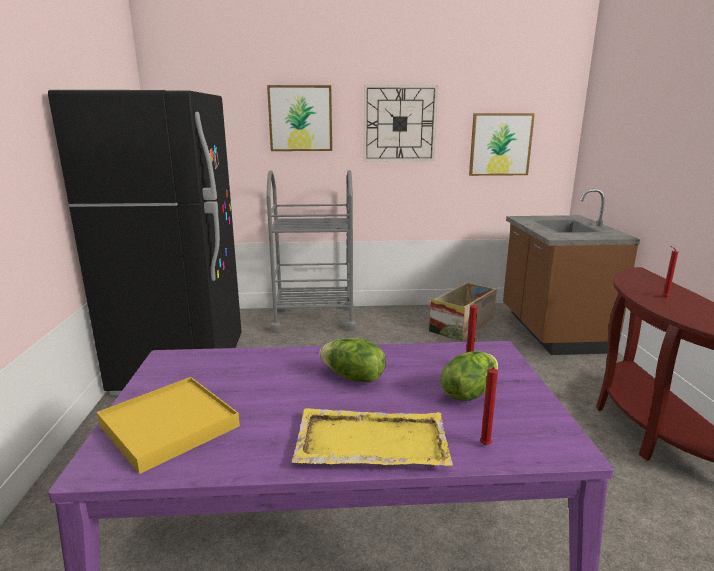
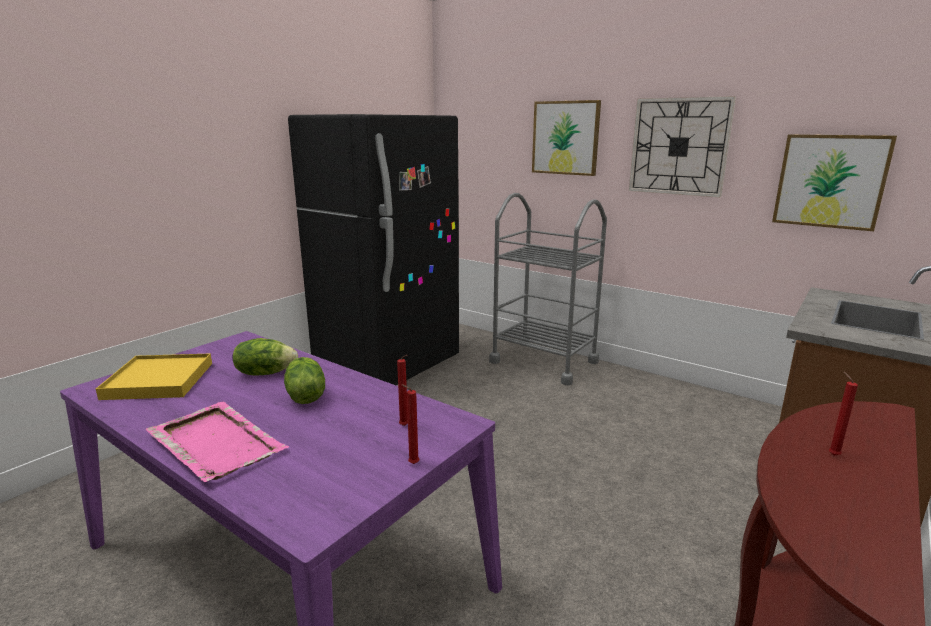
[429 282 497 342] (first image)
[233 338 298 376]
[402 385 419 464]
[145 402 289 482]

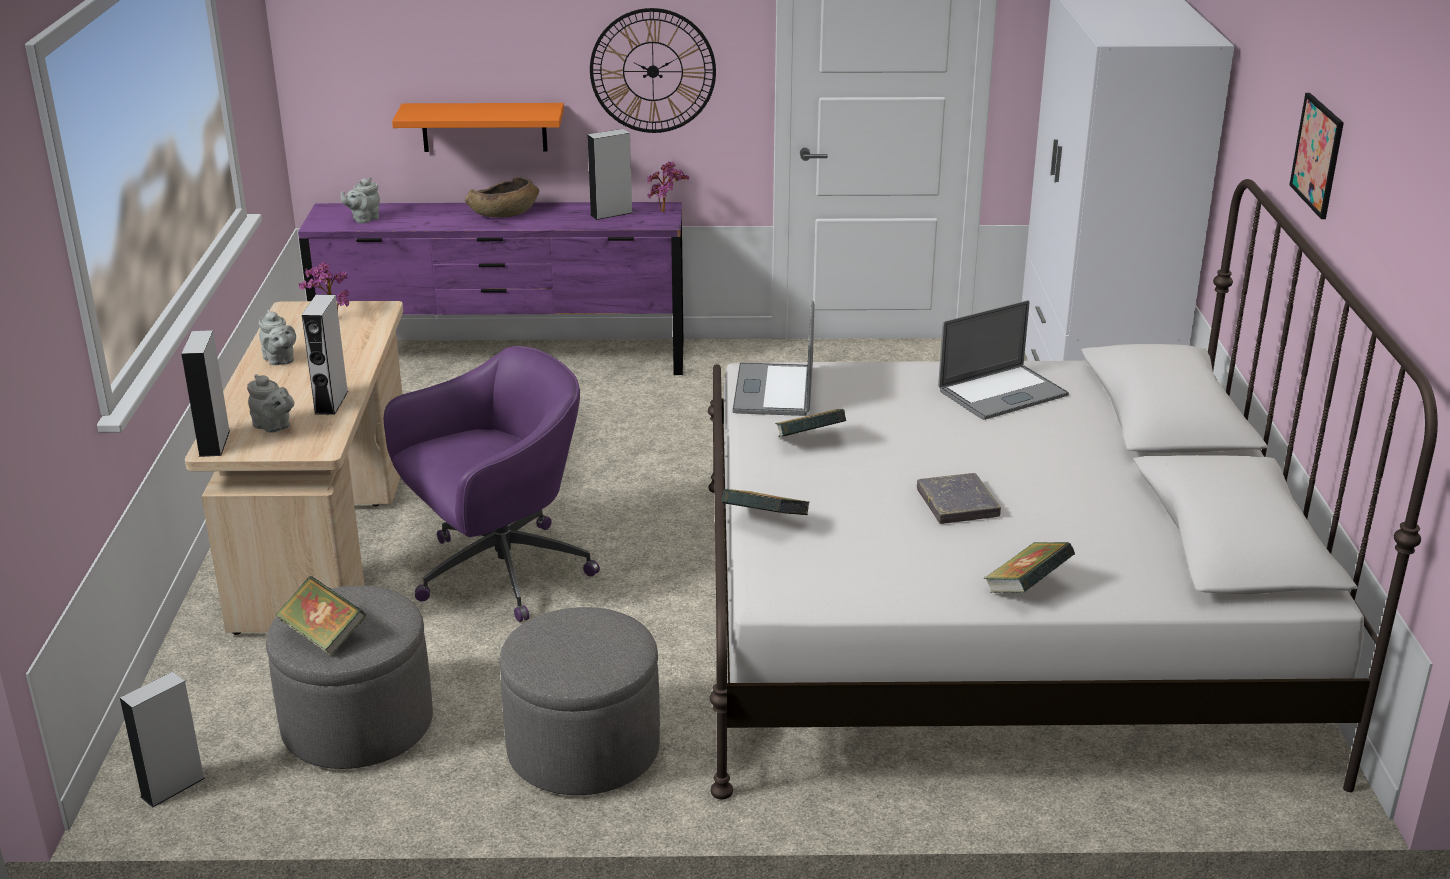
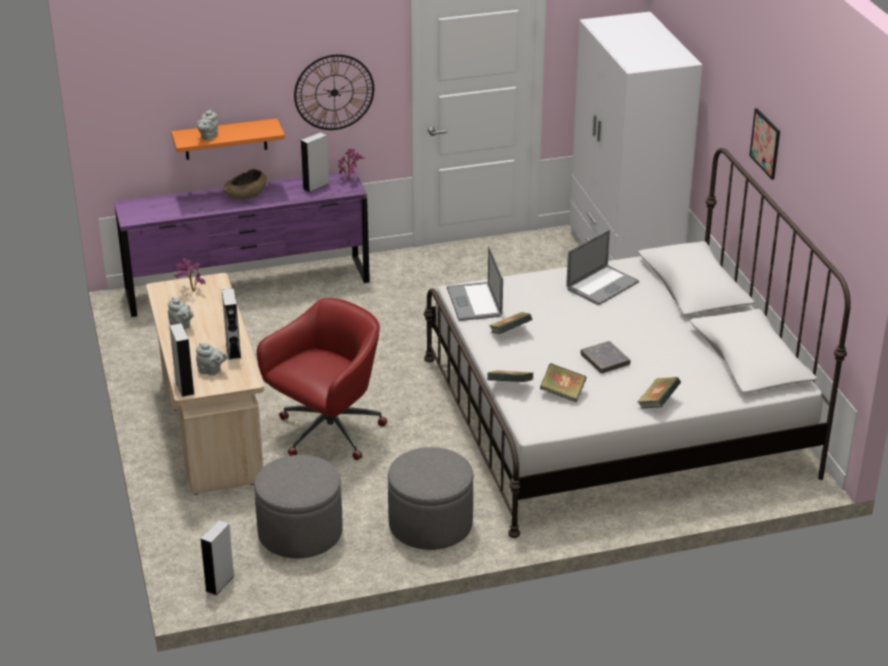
[197 109 218 141]
[257 298 387 460]
[540 363 587 403]

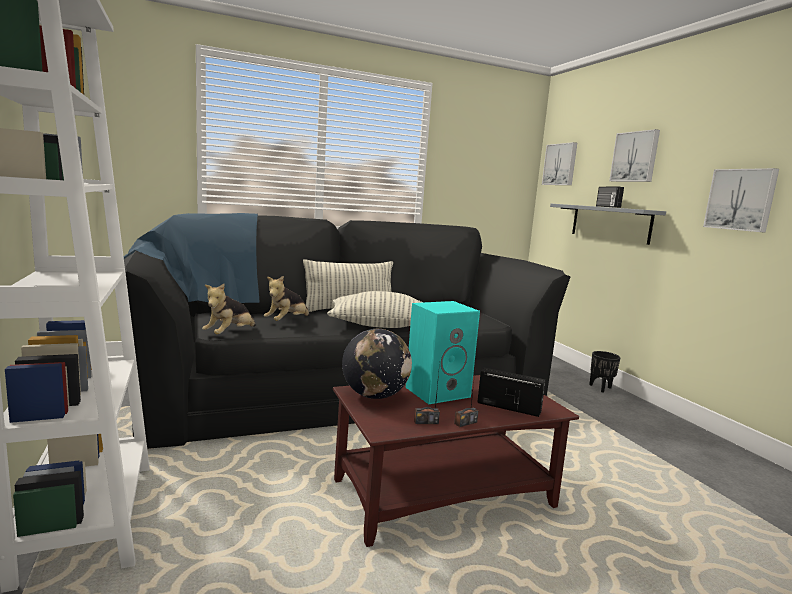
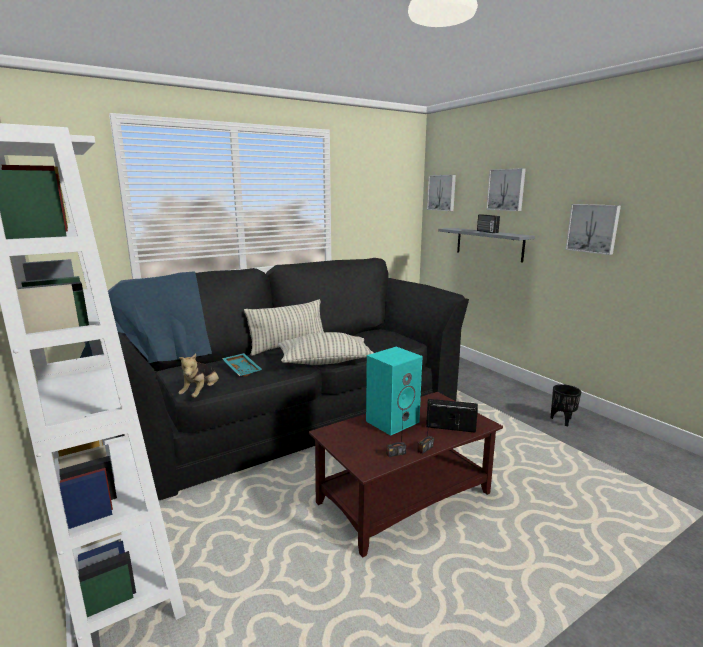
[222 353 262 377]
[342 329 412 399] (first image)
[551 384 581 426]

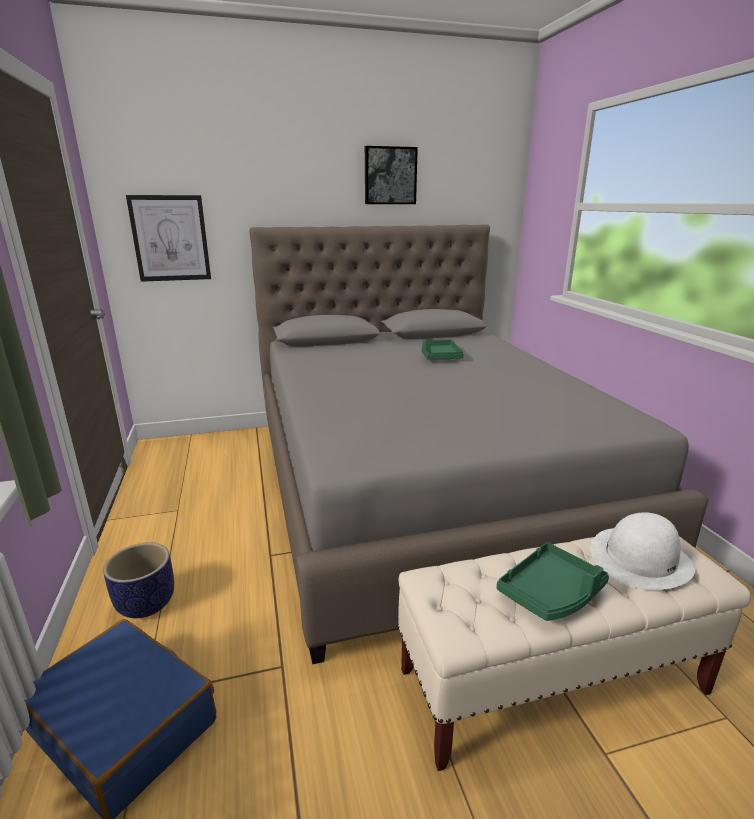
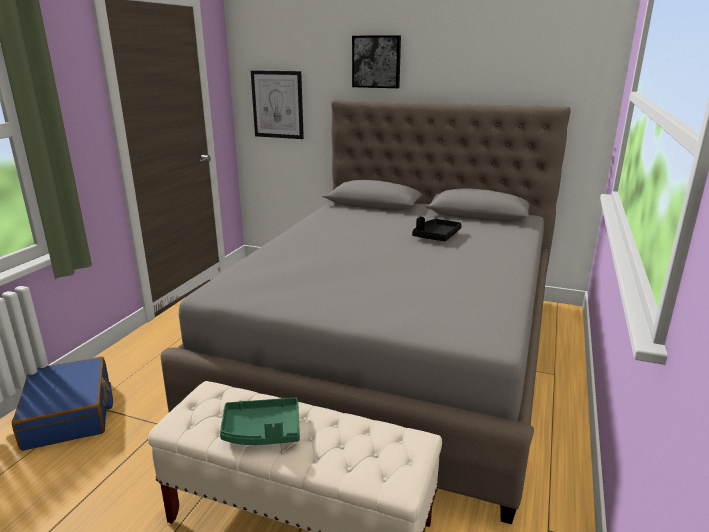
[352 35 401 88]
[412 216 462 241]
[591 512 695 590] (first image)
[103 543 174 618] (first image)

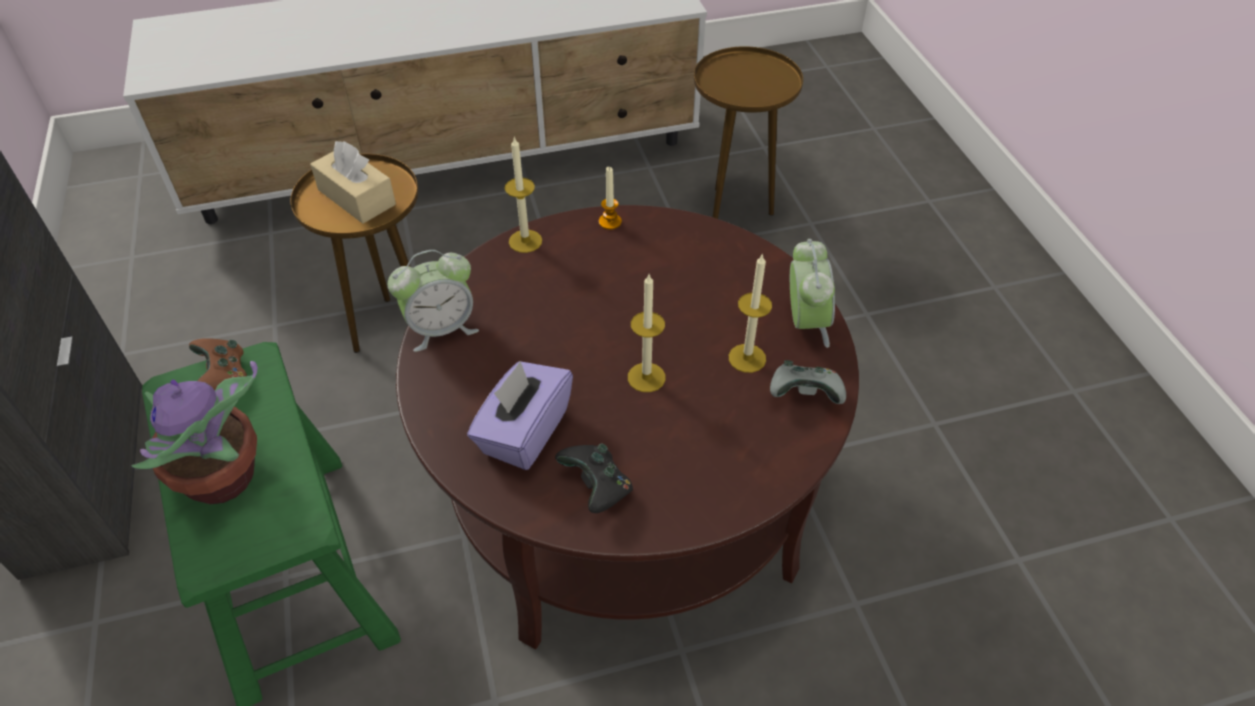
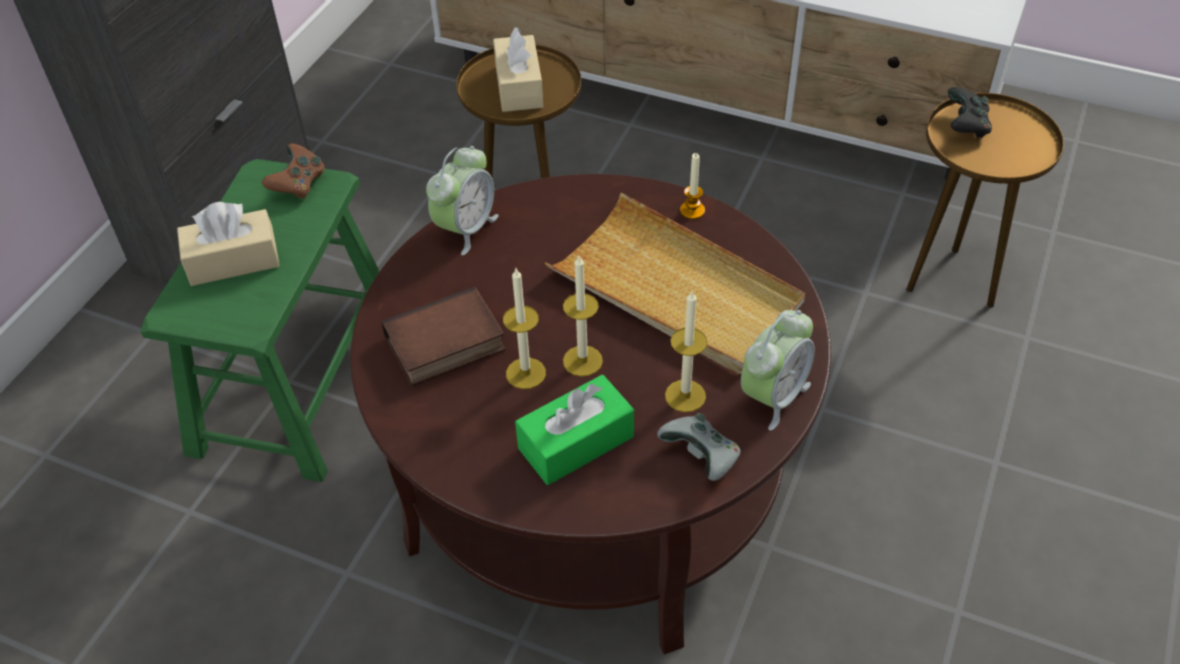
[503 269 546 389]
[426 146 499 255]
[177 202 280 286]
[382 287 506 387]
[948 87 992 138]
[545 193 805 374]
[515 375 634 485]

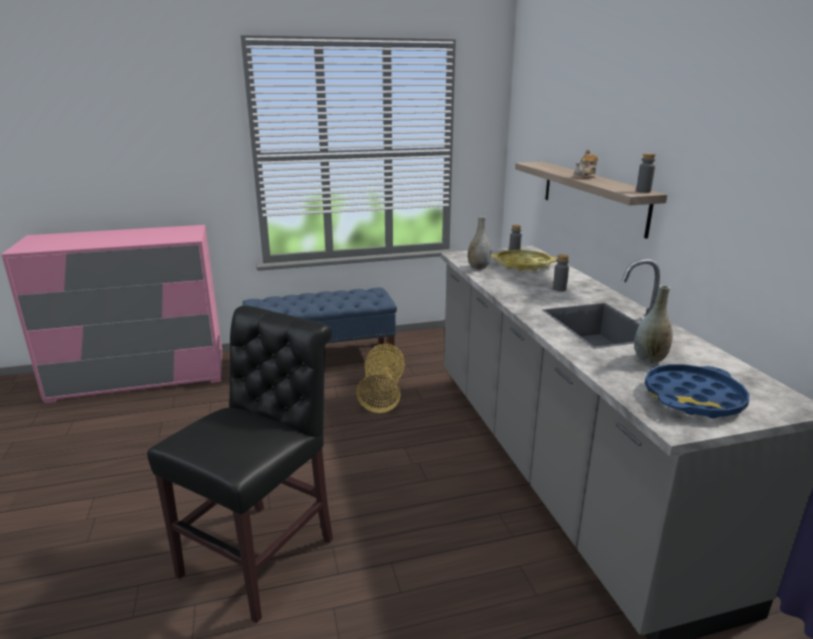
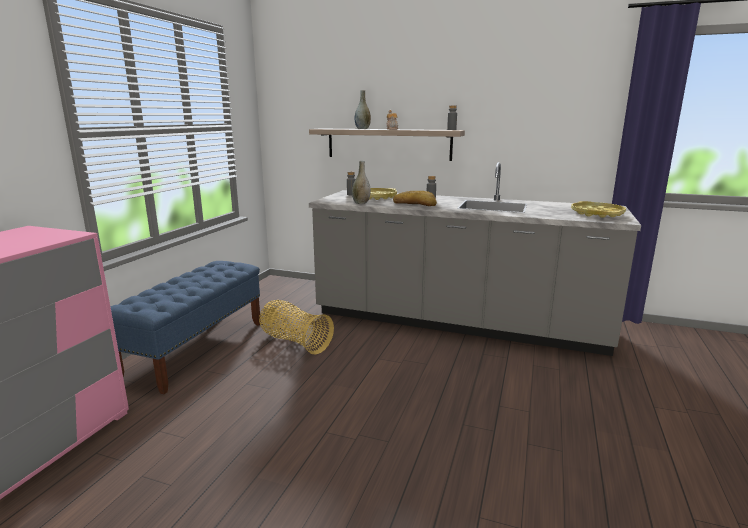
[355 90 371 129]
[147 305 333 623] (first image)
[571 201 626 218]
[393 191 437 206]

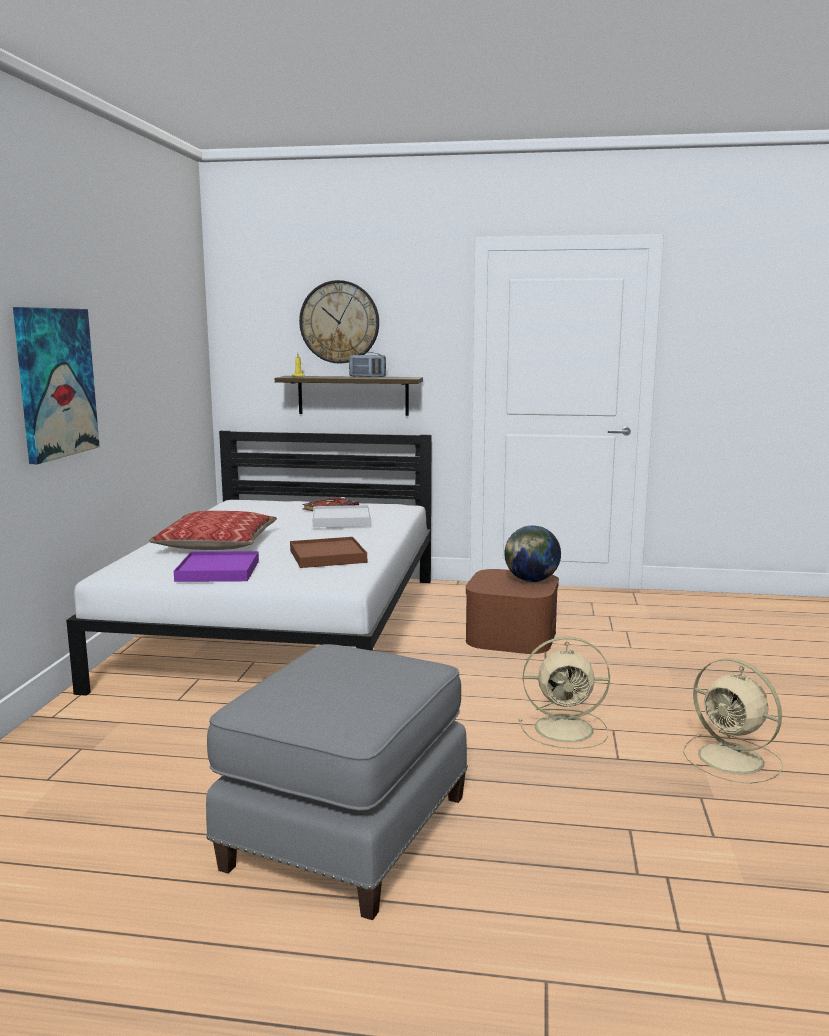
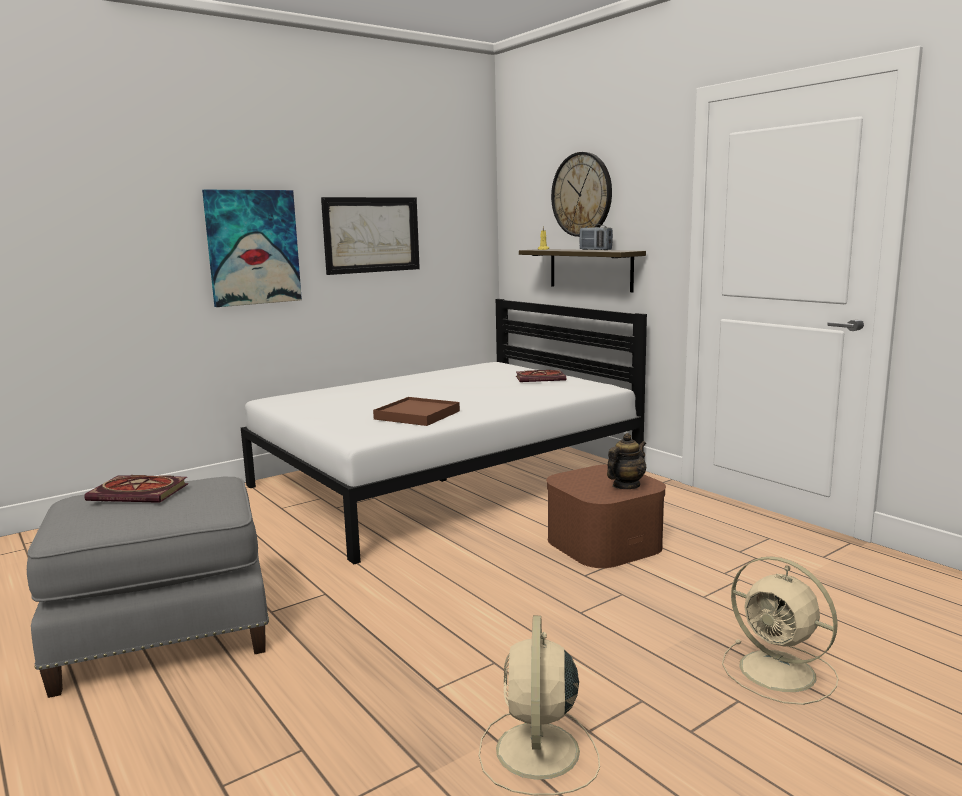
[313 505 371 527] (first image)
[149 511 277 550] (first image)
[607 433 646 489]
[174 551 259 582] (first image)
[722 556 839 705]
[321 197 420 275]
[84 475 188 503]

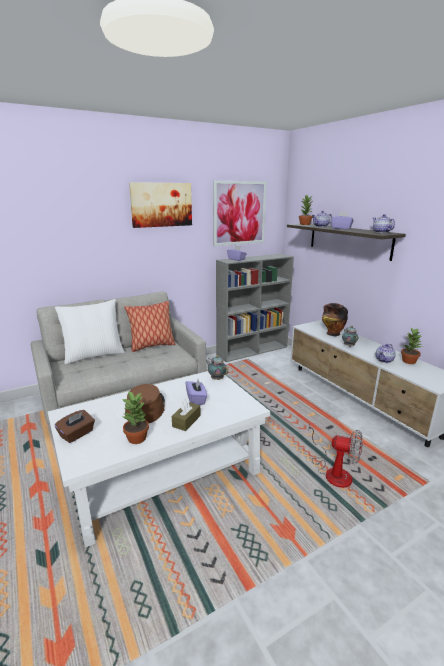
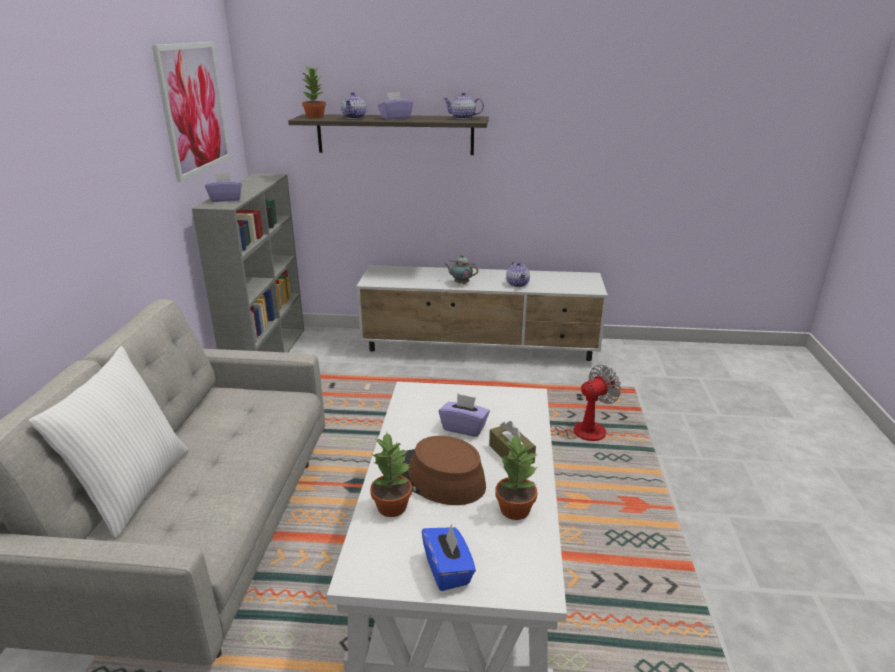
[129 182 192 228] (first image)
[124 301 176 352] (first image)
[322 303 348 336] (first image)
[370 433 412 517]
[206 355 229 380] (first image)
[422 524 476 591]

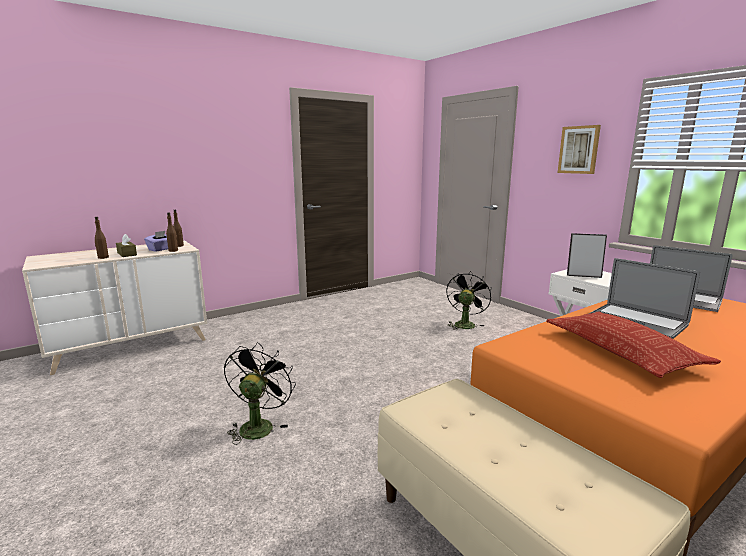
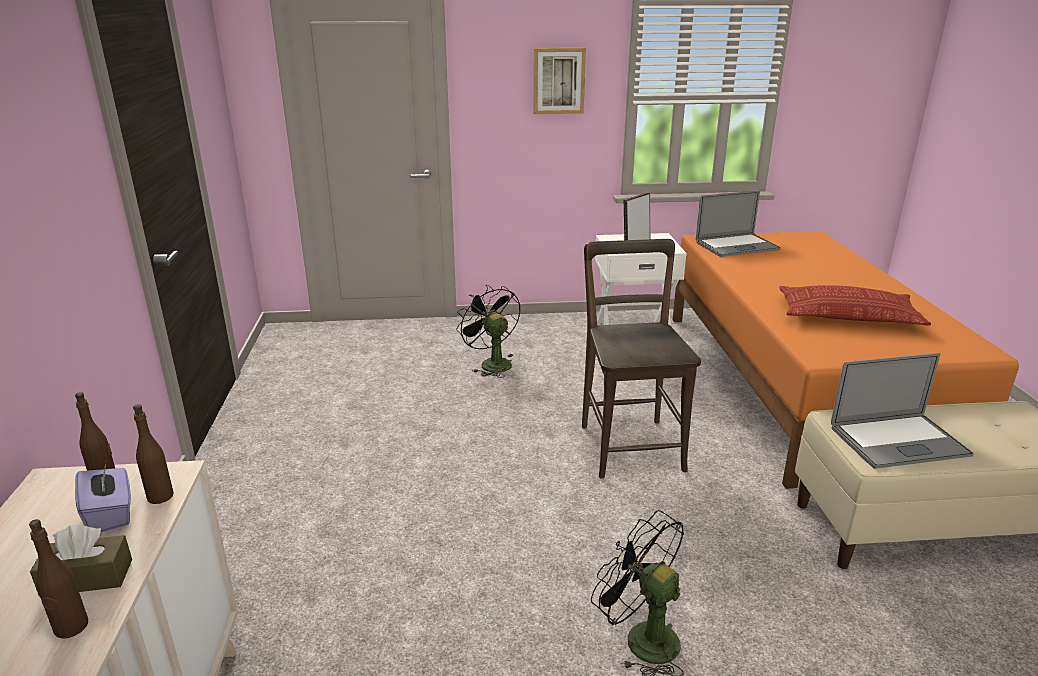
[831 353 974 469]
[582 239 701 479]

